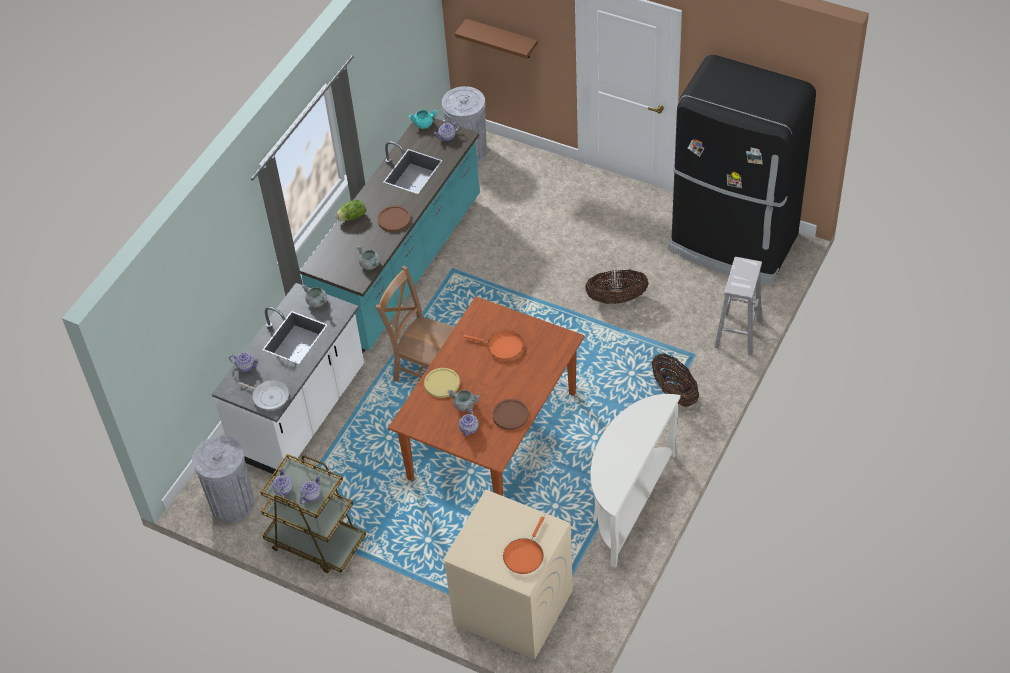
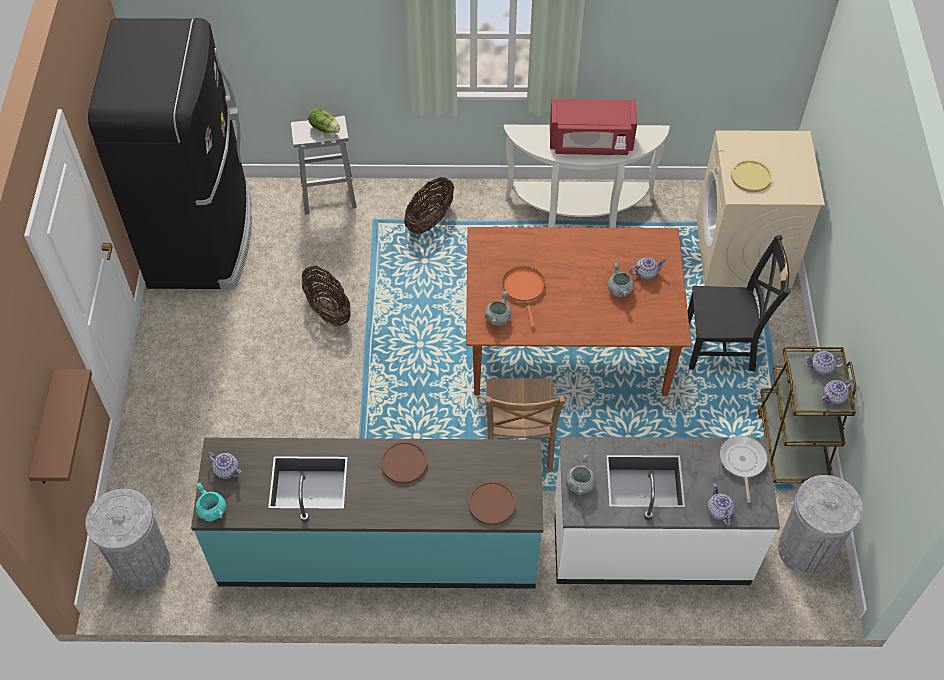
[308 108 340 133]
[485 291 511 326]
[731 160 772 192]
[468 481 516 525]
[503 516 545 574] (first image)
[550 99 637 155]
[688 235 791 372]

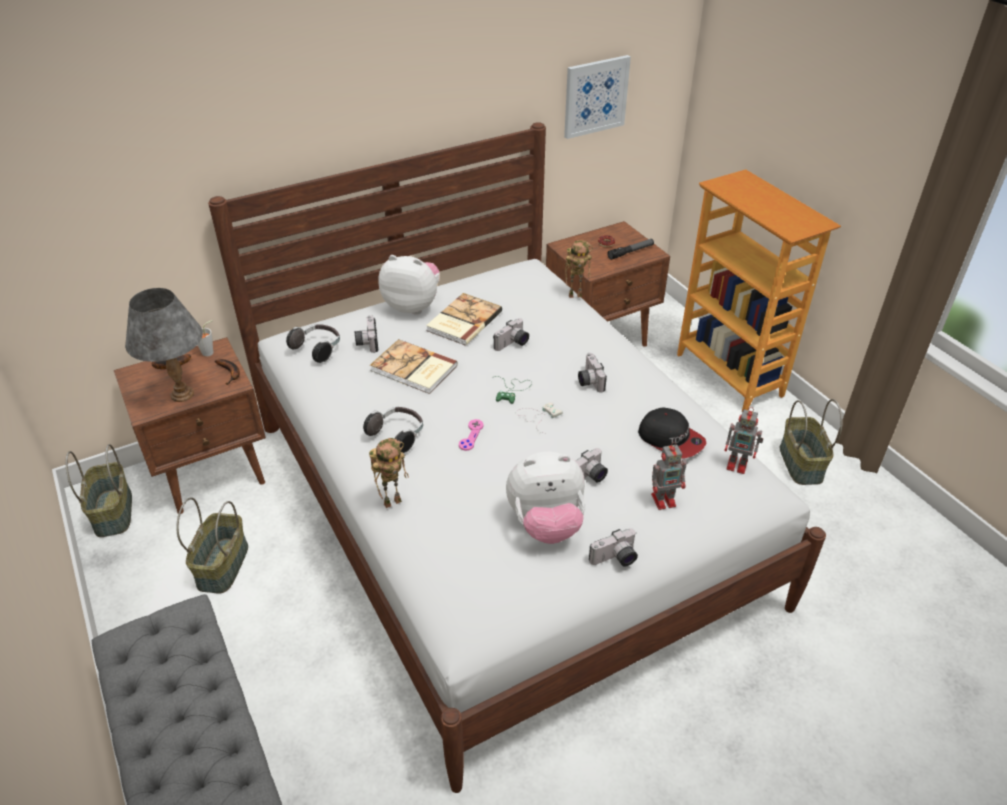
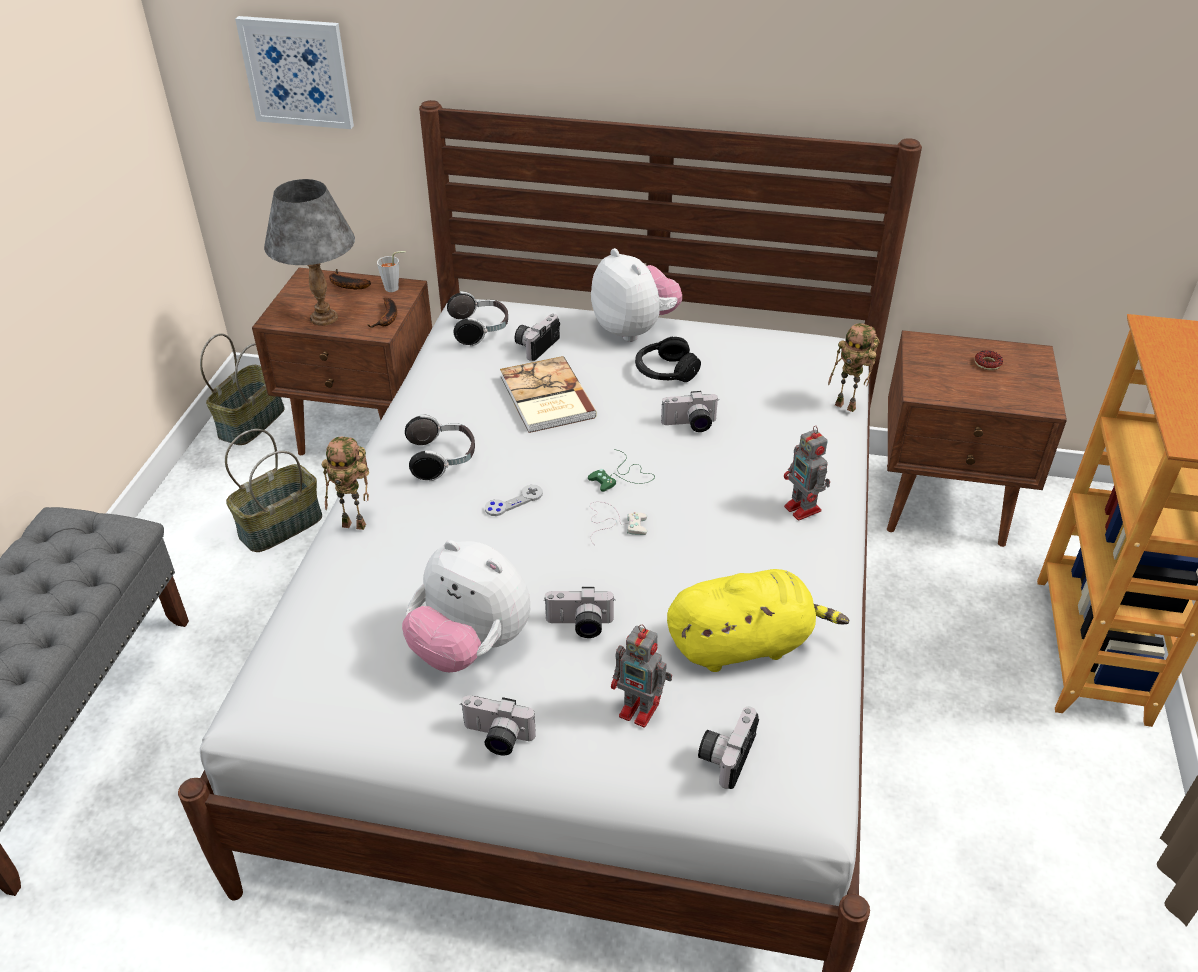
[235 16 354 129]
[608 239 654 260] (first image)
[635 337 701 382]
[698 707 759 789]
[780 399 843 485] (first image)
[667 569 849 672]
[784 426 830 520]
[485 485 543 516]

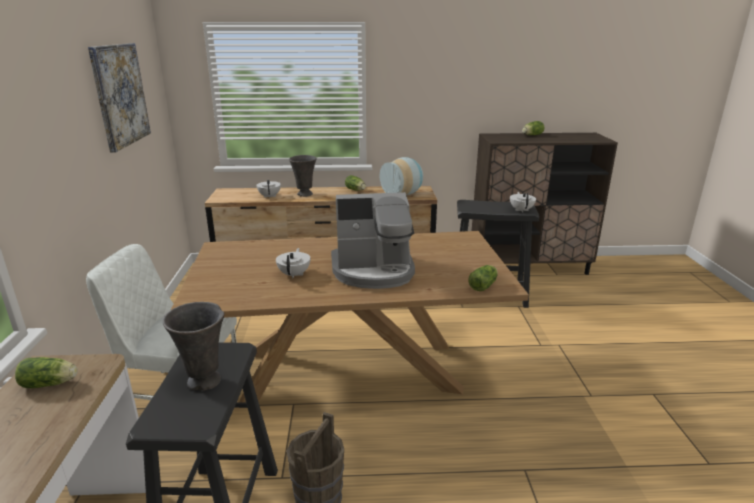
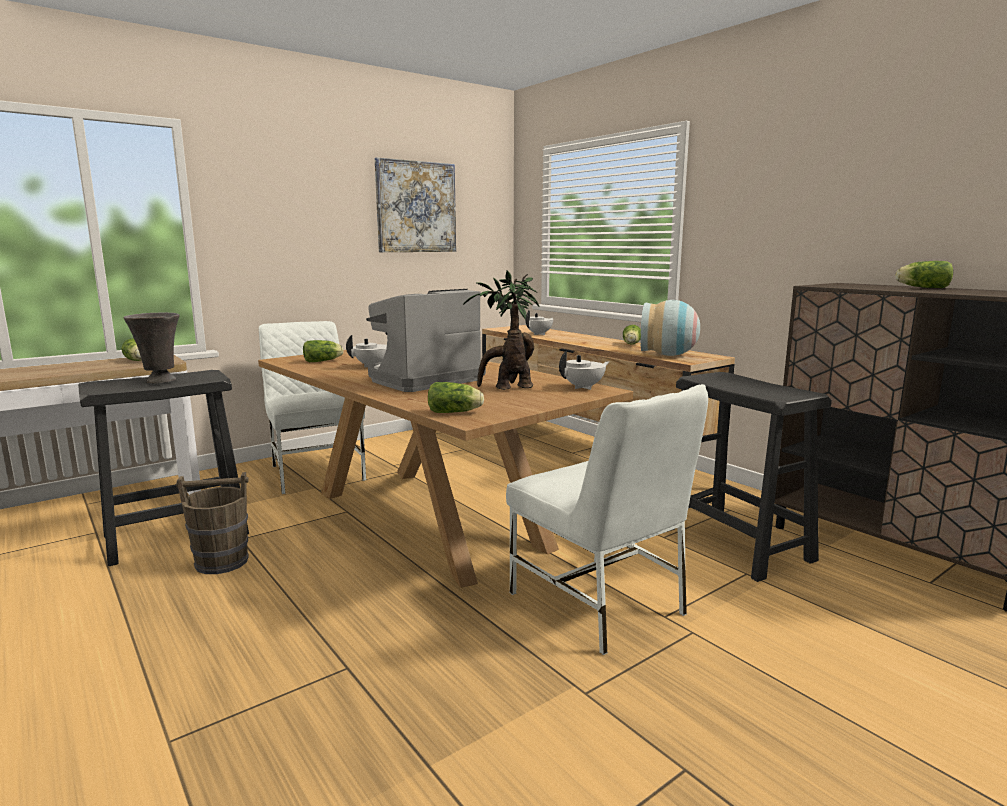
[289 155 317 197] (first image)
[366 289 486 392]
[559 351 609 390]
[463 271 540 390]
[303 340 343 362]
[506 384 708 655]

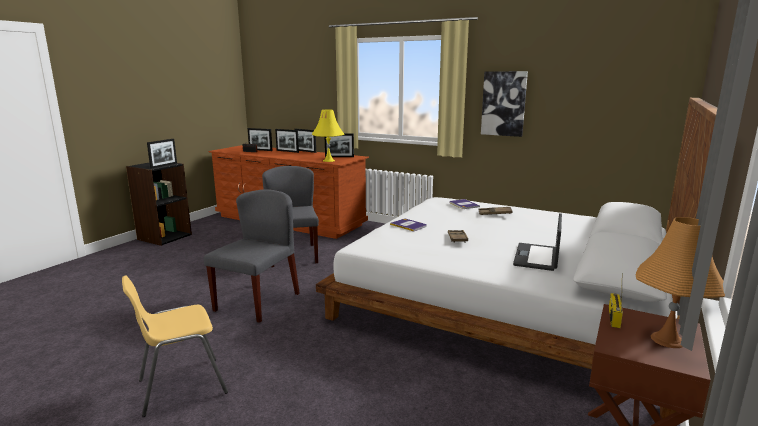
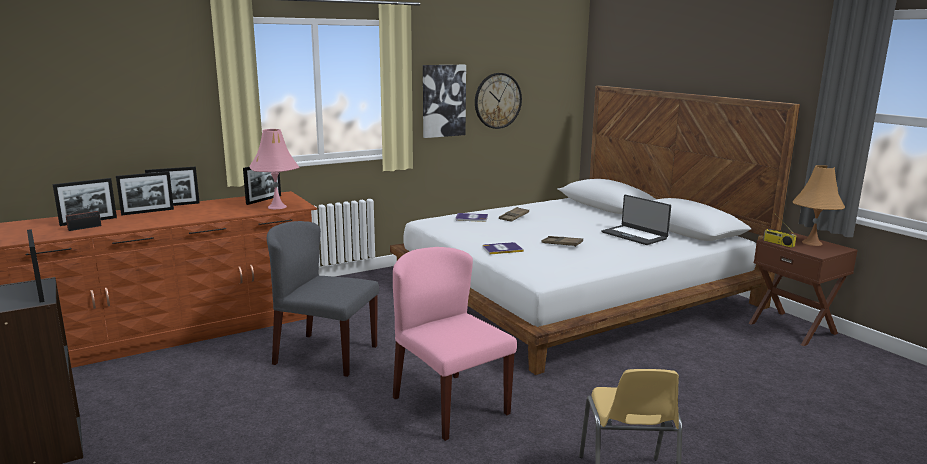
[249 129 299 209]
[393 247 517 441]
[475 73 522 129]

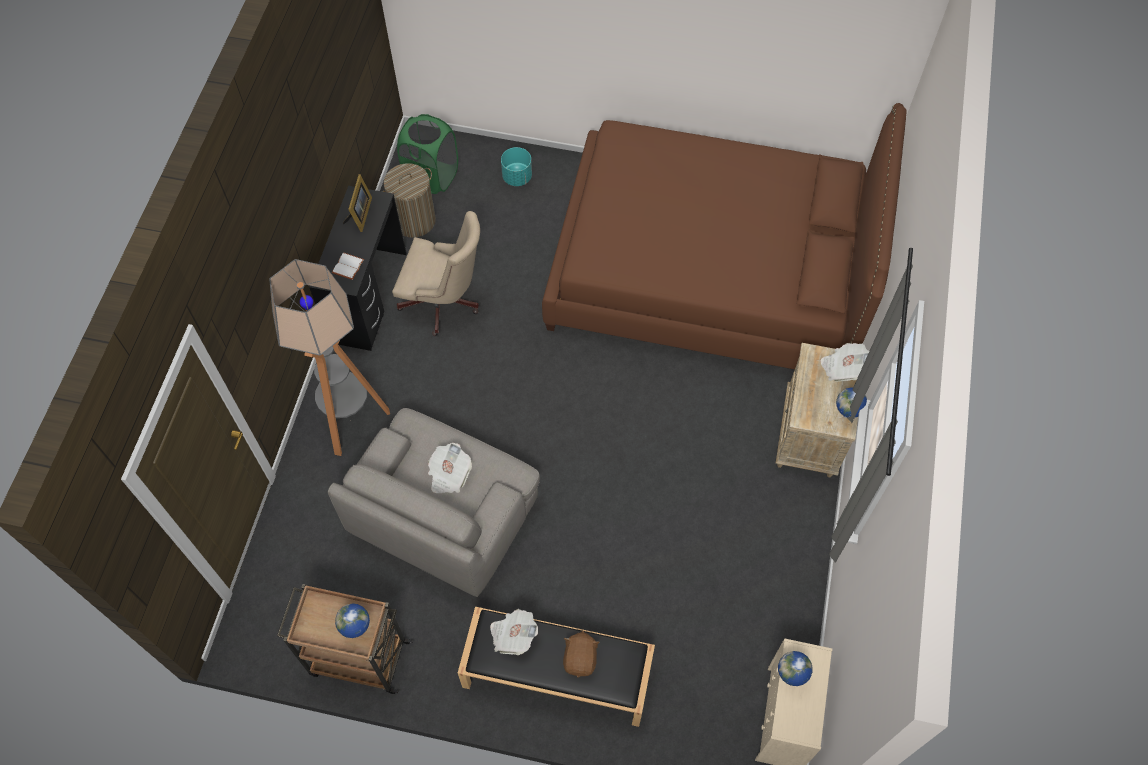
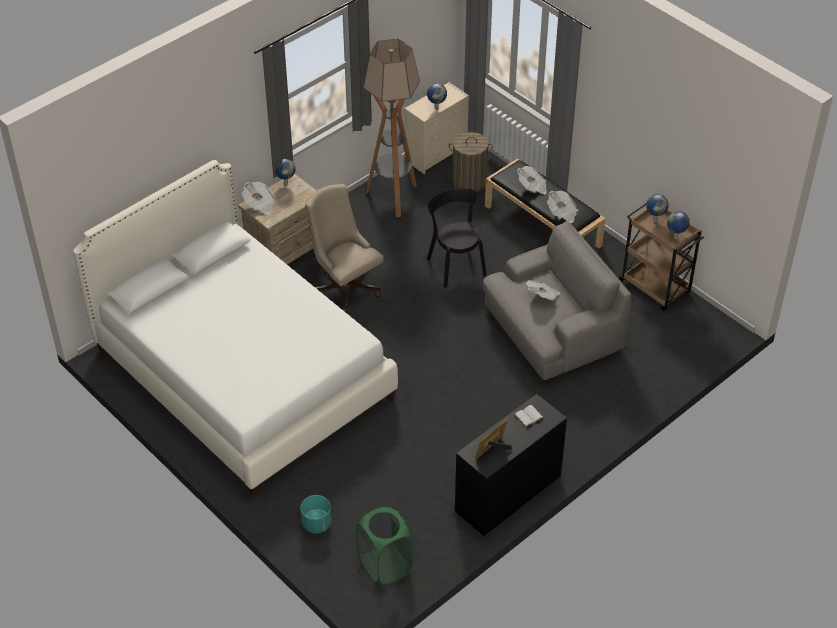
[73 160 398 497]
[449 132 493 192]
[305 184 384 312]
[363 39 420 217]
[517 166 547 194]
[427 188 487 288]
[667 211 690 239]

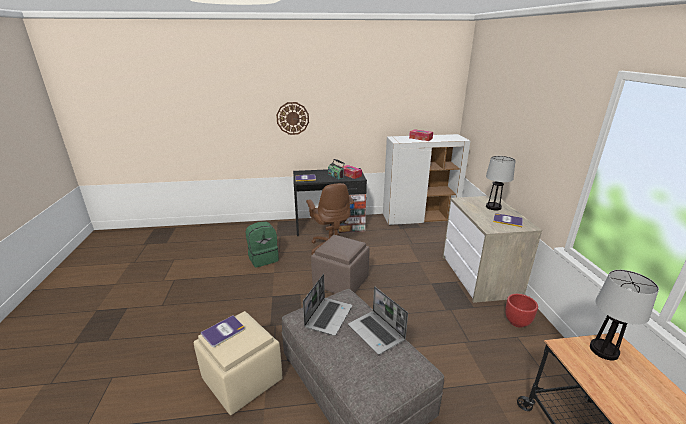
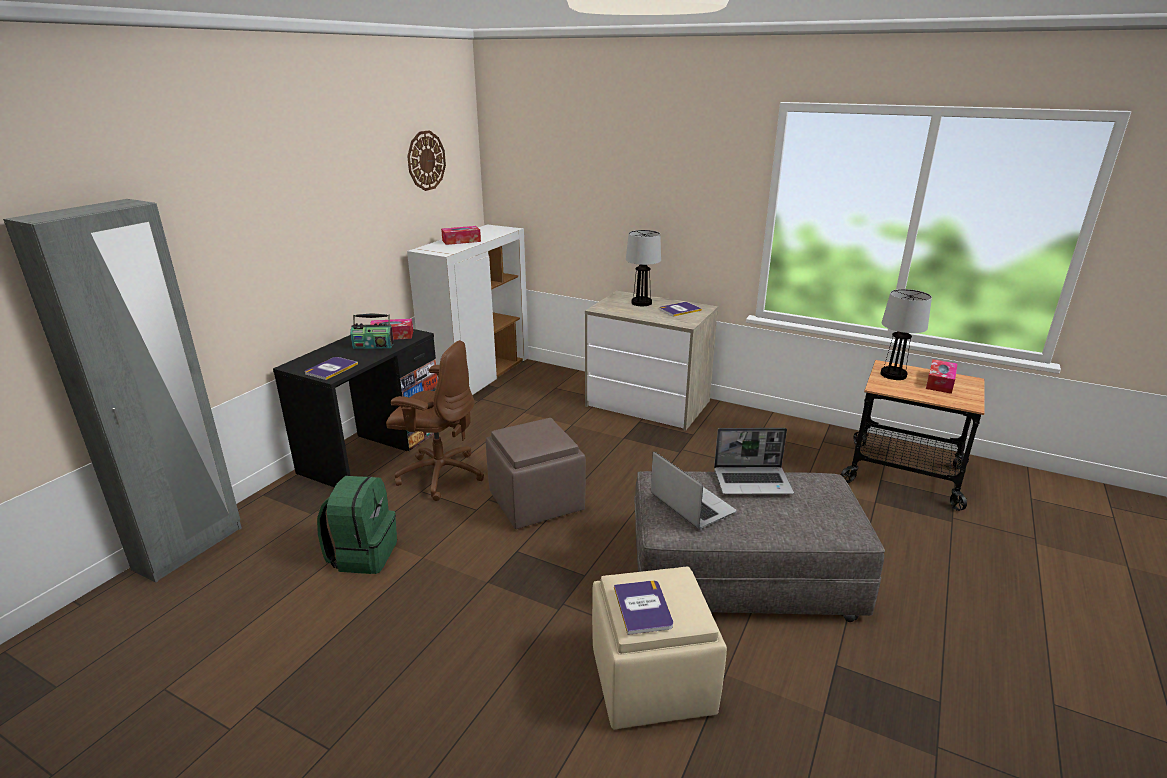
[407 130 446 191]
[505 294 538 328] (first image)
[3 199 242 583]
[926 359 957 394]

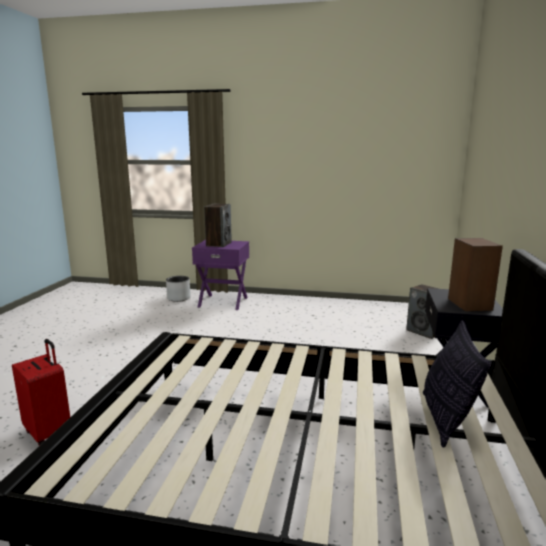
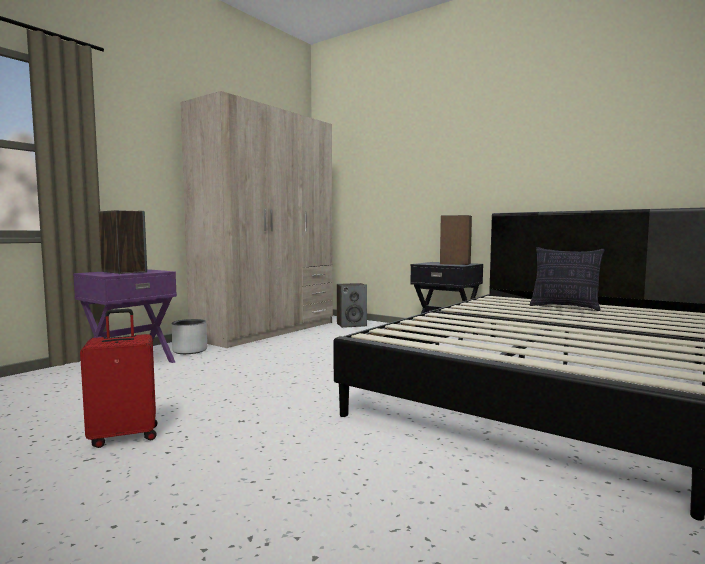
[172 319 207 354]
[80 309 158 448]
[181 91 333 348]

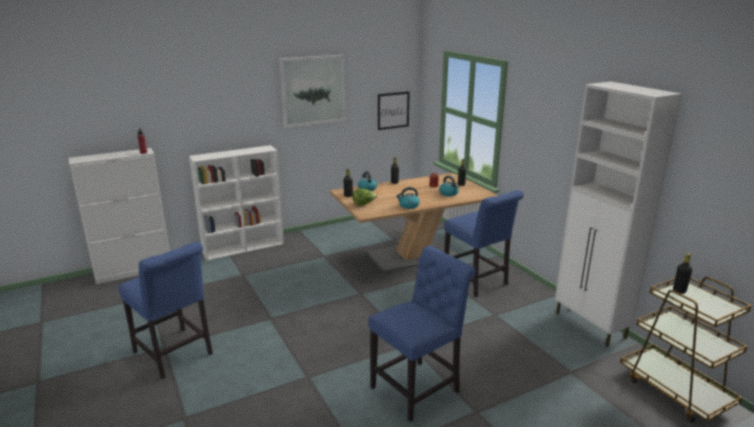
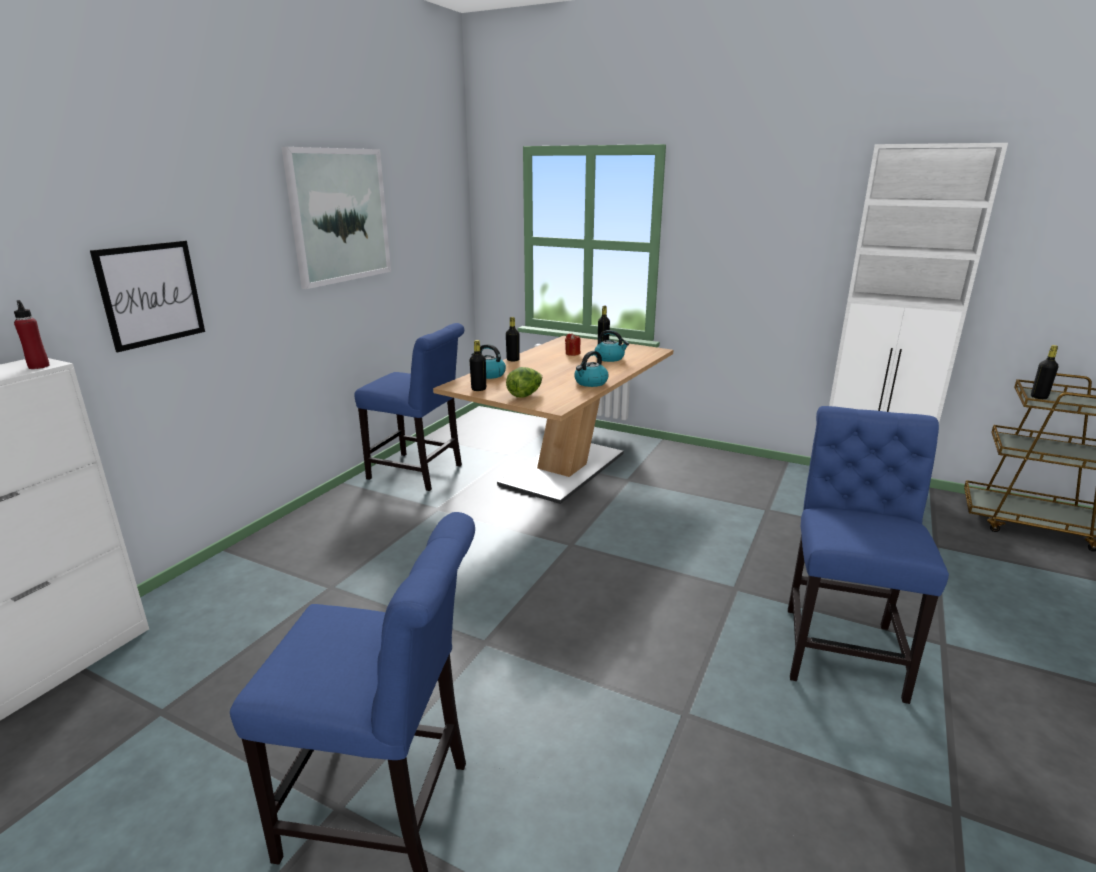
[90 241 205 352]
[189 145 284 261] (first image)
[354 323 464 491]

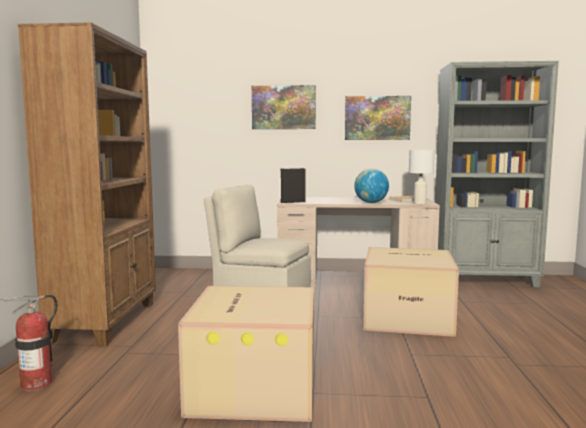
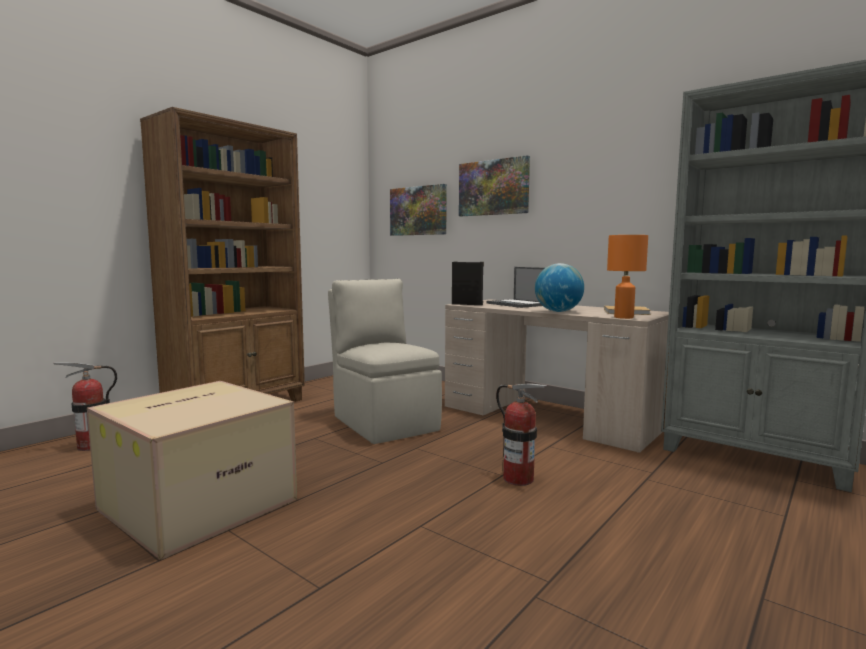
[390 184 447 236]
[607 235 648 319]
[496 383 548 486]
[486 267 545 308]

